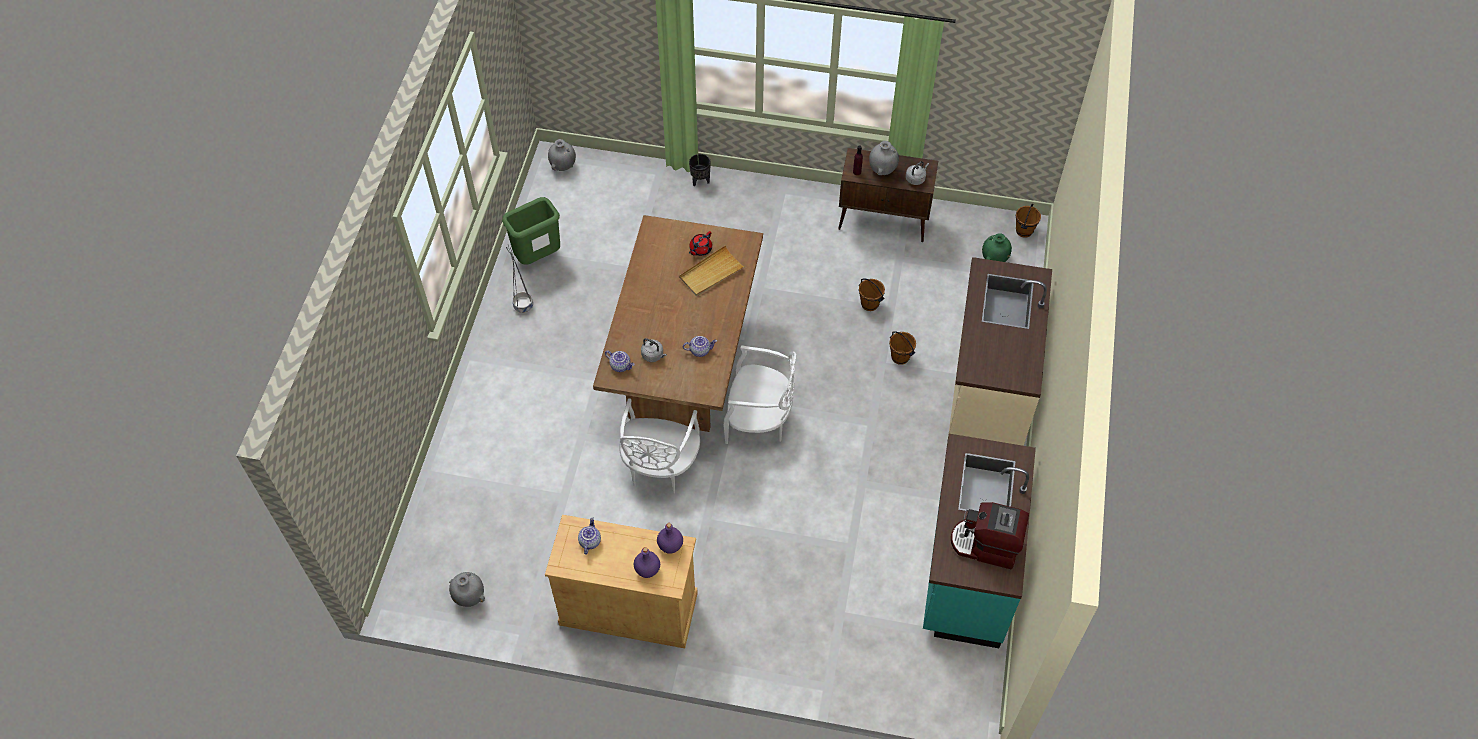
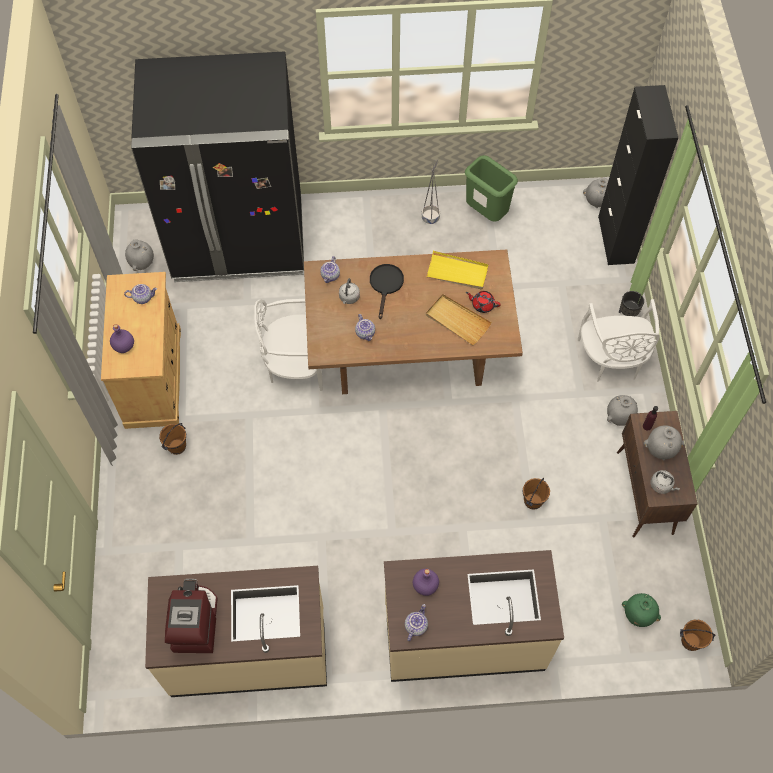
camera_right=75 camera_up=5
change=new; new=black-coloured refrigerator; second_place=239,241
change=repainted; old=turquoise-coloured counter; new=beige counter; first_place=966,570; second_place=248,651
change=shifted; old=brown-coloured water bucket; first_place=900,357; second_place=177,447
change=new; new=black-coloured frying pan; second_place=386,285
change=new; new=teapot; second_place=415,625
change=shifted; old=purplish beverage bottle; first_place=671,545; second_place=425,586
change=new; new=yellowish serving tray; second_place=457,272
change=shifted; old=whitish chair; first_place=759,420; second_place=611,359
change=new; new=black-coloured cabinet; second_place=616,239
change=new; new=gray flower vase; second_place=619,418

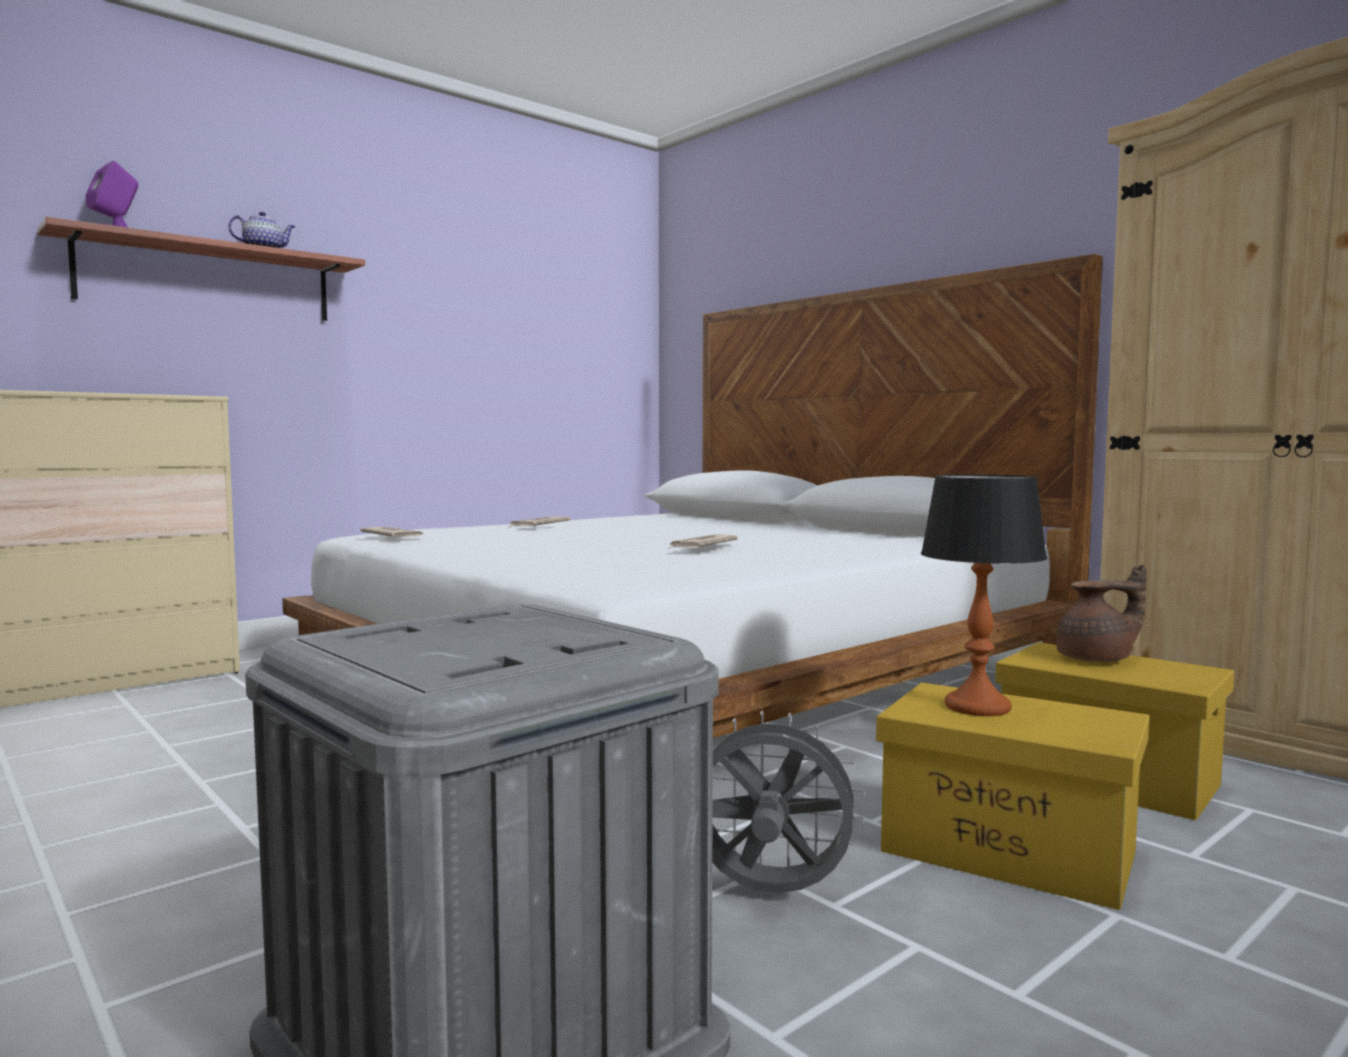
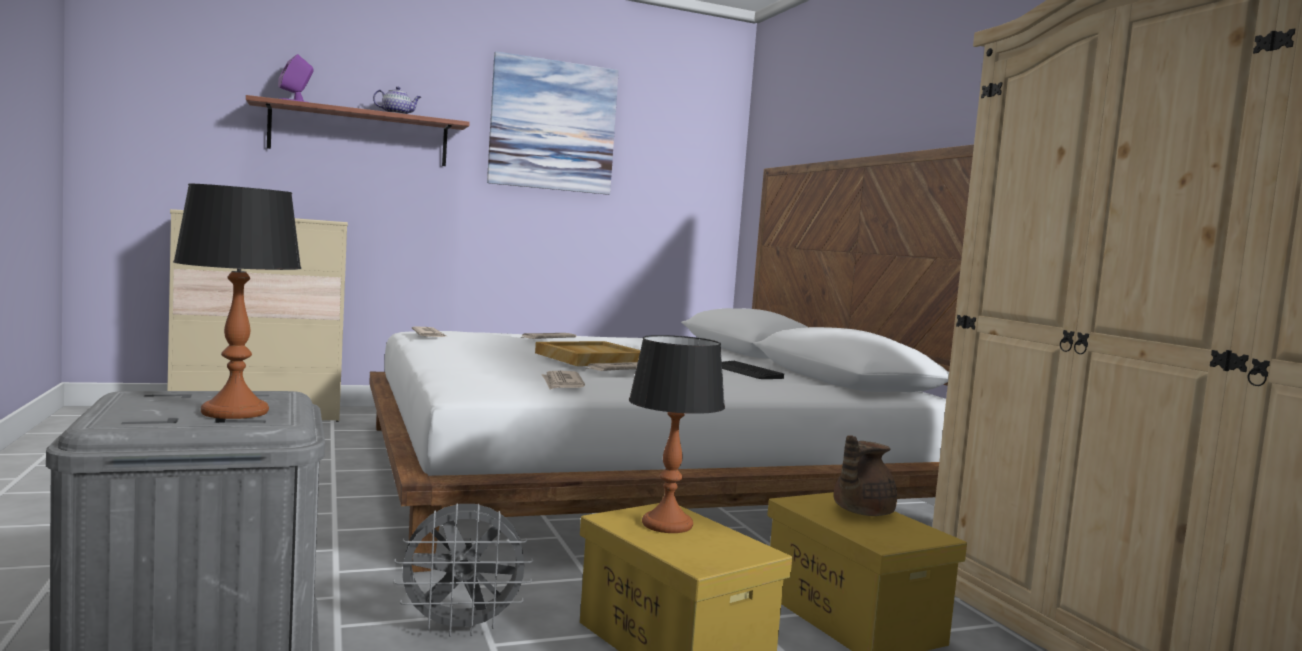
camera_right=20 camera_up=0
change=new; new=lamp for a table; second_place=234,412
change=rotated; old=gray cooling fan; first_place=770,894; second_place=461,628; degrees=135
change=new; new=picture; second_place=553,125
change=new; new=beige serving tray; second_place=590,358
change=new; new=newspaper; second_place=562,383
change=new; new=computer keyboard; second_place=746,372
change=rotated; old=brown-coloured teapot; first_place=1098,659; second_place=860,512; degrees=120

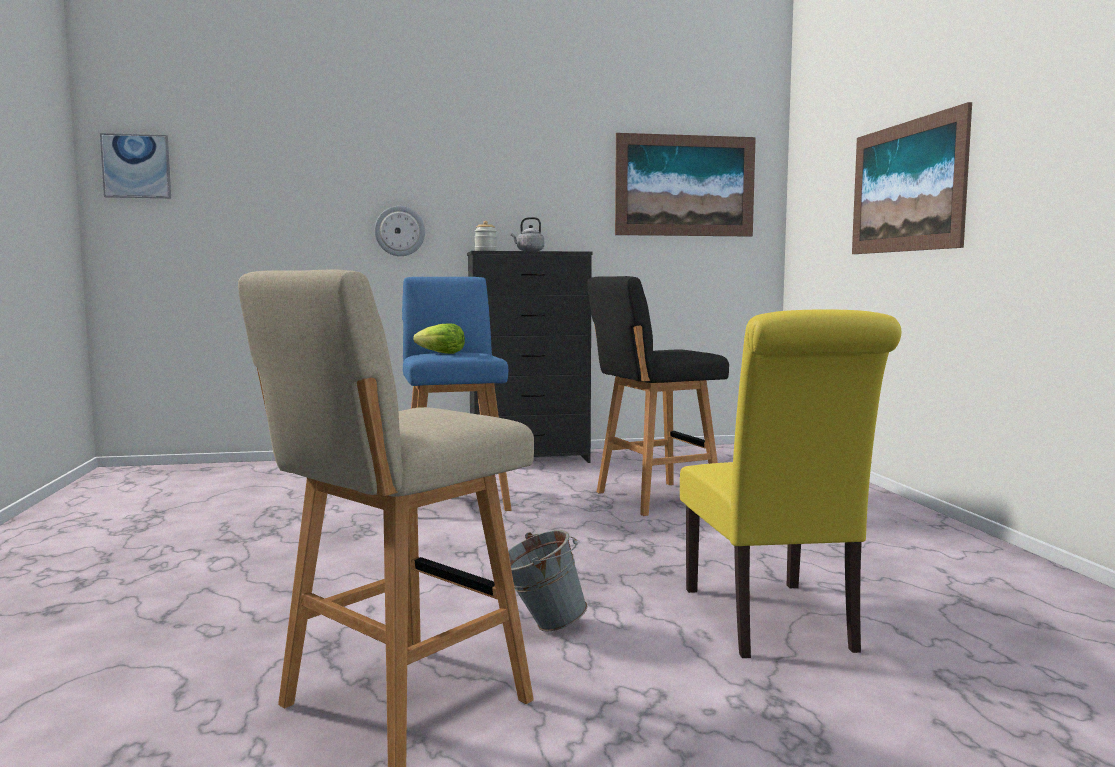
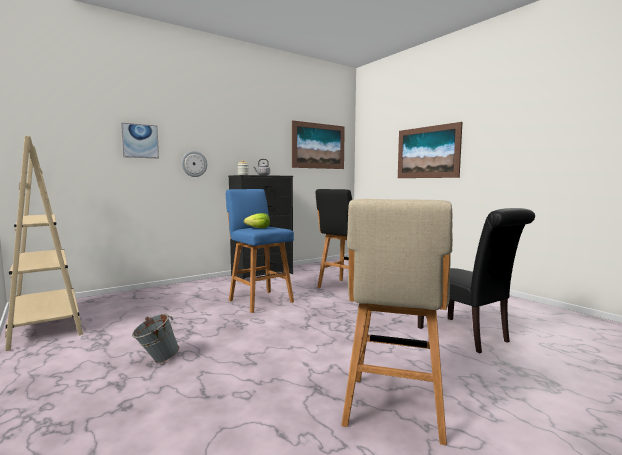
camera_right=-25 camera_up=0
change=new; new=beige bookcase; second_place=46,323
change=shifted; old=picture; first_place=136,166; second_place=140,141
change=shifted; old=gray water bucket; first_place=541,626; second_place=156,361
change=repainted; old=yellowish chair; new=black-coloured chair; first_place=773,623; second_place=467,336

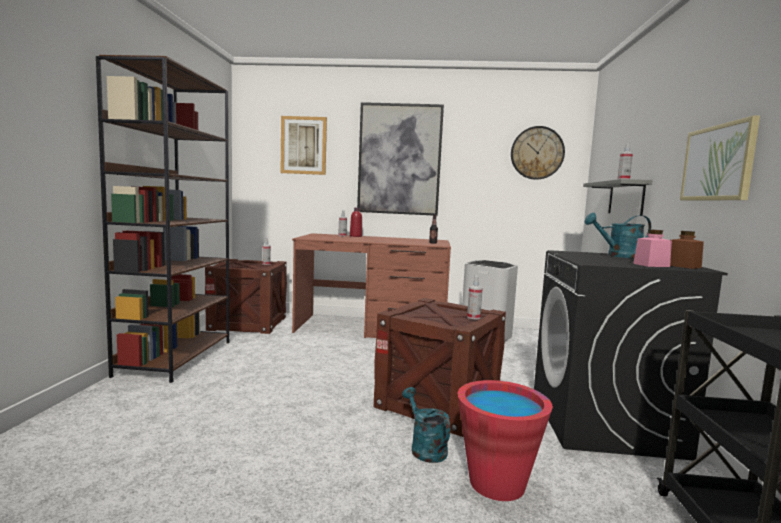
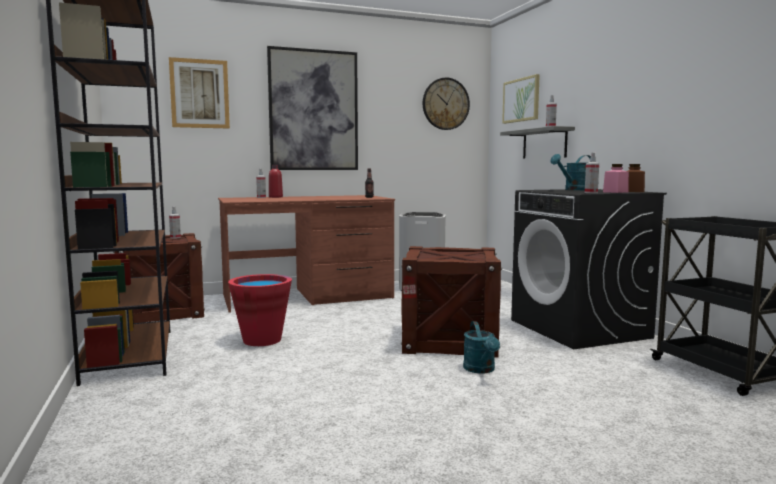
camera_right=-25 camera_up=0
change=shifted; old=reddish water bucket; first_place=497,483; second_place=262,340
change=rotated; old=turquoise-coloured watering pot; first_place=425,448; second_place=481,370; degrees=-135
change=shifted; old=picture; first_place=718,163; second_place=521,100
change=shifted; old=sprayer; first_place=473,317; second_place=591,193

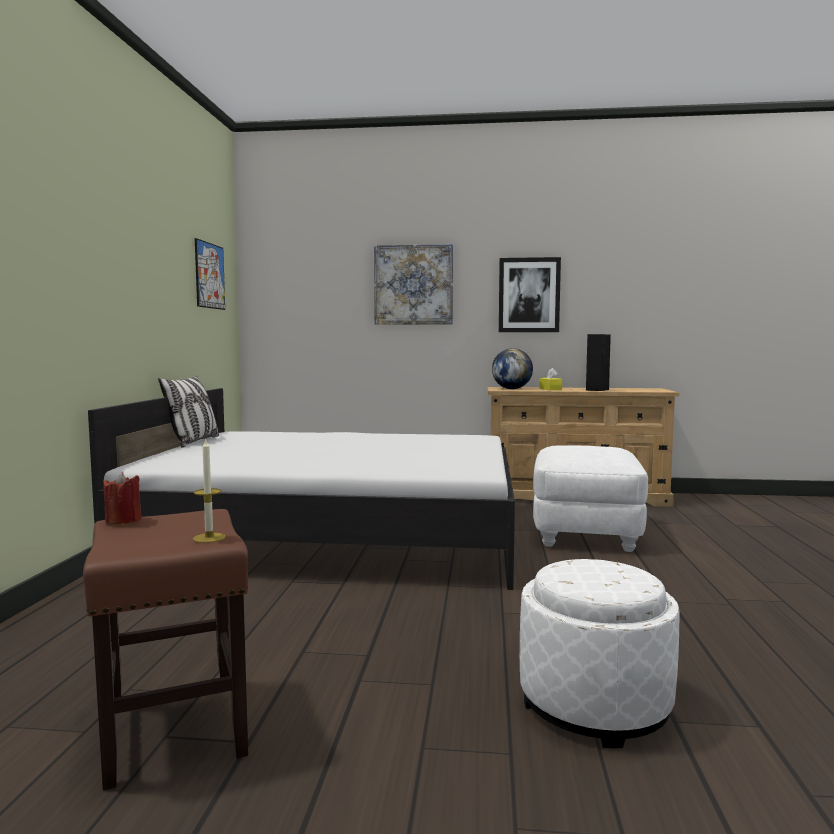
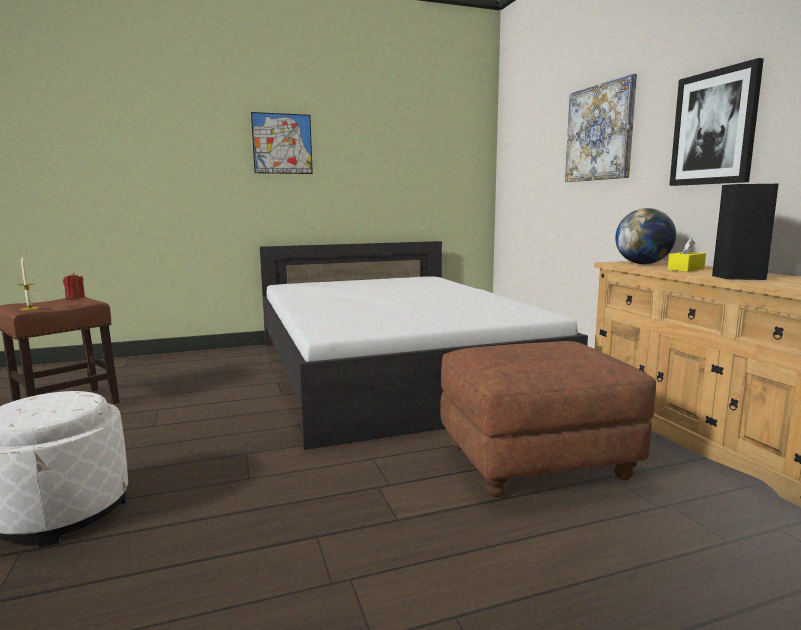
camera_right=65 camera_up=5
change=shifted; old=picture; first_place=209,275; second_place=282,143
change=repainted; old=whitish pouffe; new=brown-coloured pouffe; first_place=585,533; second_place=536,461
change=gone; old=cushion; first_place=193,442

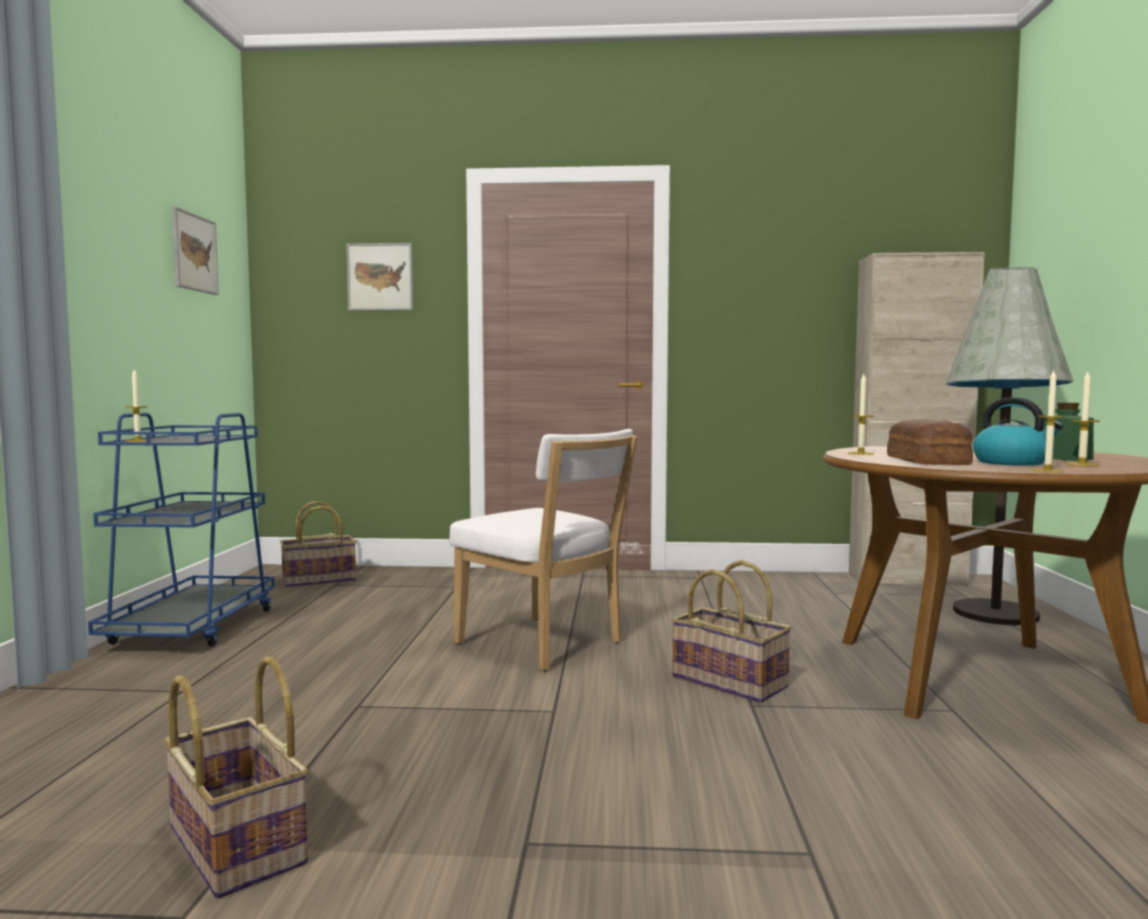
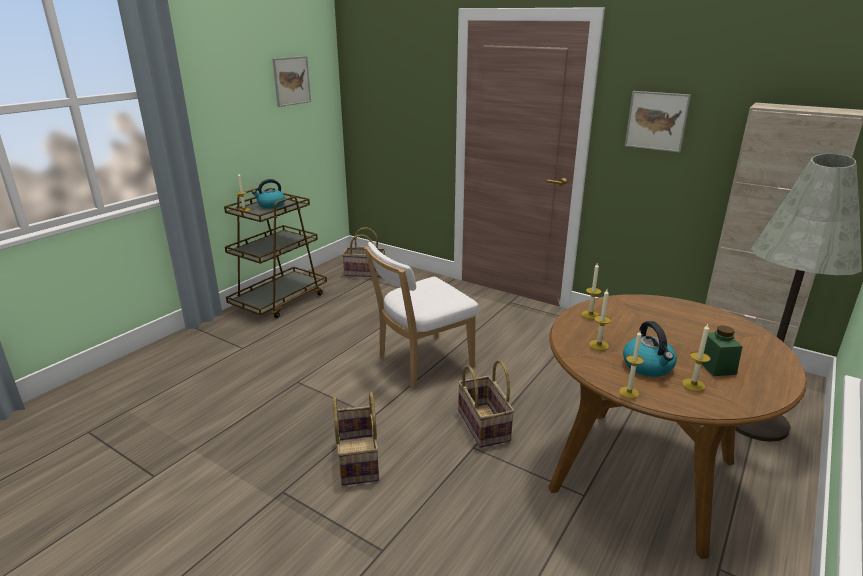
camera_right=30 camera_up=20
change=repainted; old=blue-coloured wheeled cart; new=brown-coloured wheeled cart; first_place=193,627; second_place=280,300
change=new; new=kettle; second_place=271,205
change=shifted; old=storage basket; first_place=233,845; second_place=356,460
change=rotated; old=whitish chair; first_place=545,645; second_place=421,362; degrees=75
change=swapped; old=baked bread; new=wax candle; first_place=928,461; second_place=598,345
change=shifted; old=picture; first_place=380,277; second_place=656,121

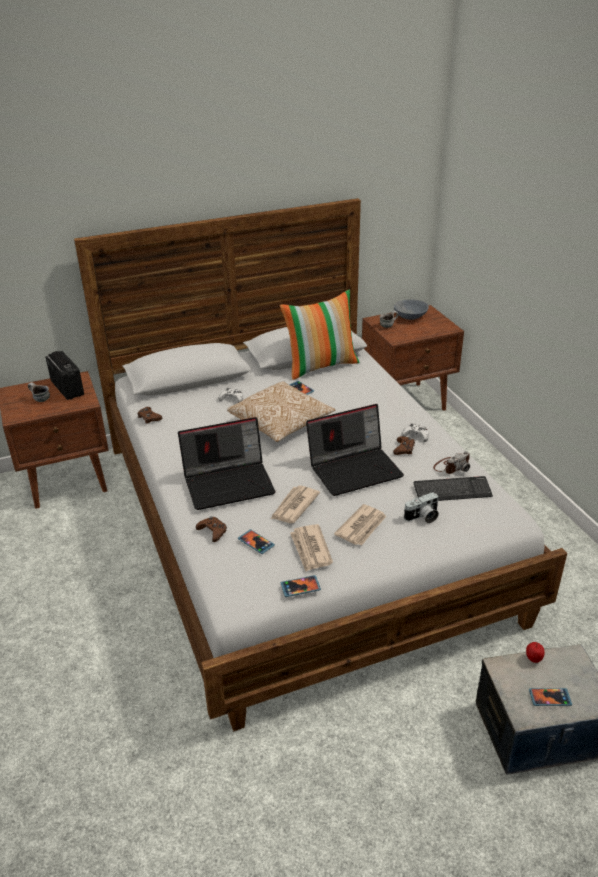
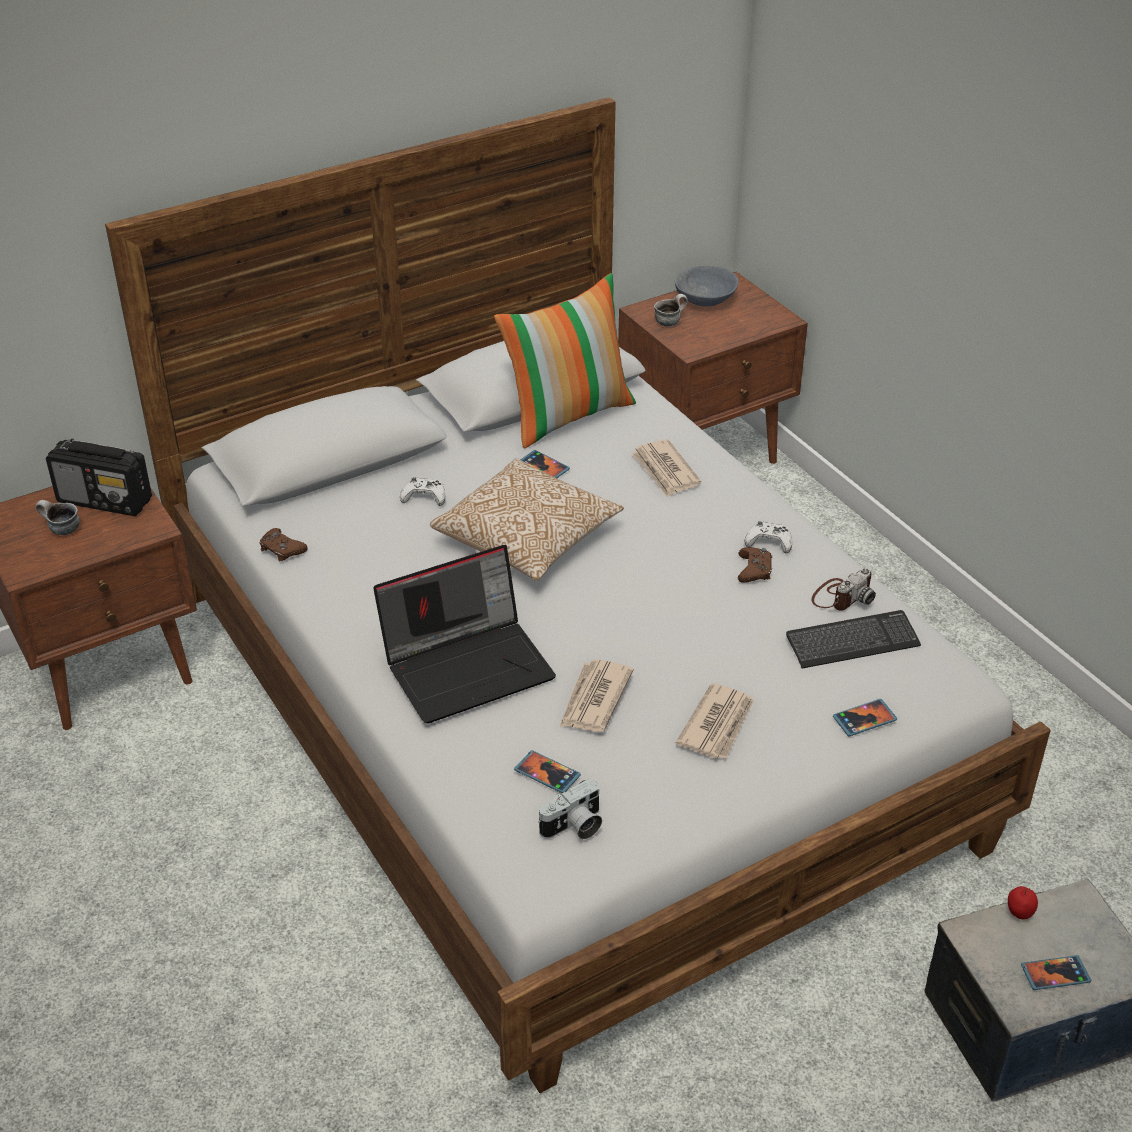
camera_right=-10 camera_up=5
change=rotated; old=radio receiver; first_place=67,388; second_place=105,501; degrees=150
change=shifted; old=photo camera; first_place=423,517; second_place=574,827
change=shifted; old=newspaper; first_place=310,549; second_place=665,471
change=shifted; old=handset; first_place=300,587; second_place=864,719
change=gone; old=brown-coloured joypad; first_place=213,531
change=gone; old=notebook computer; first_place=355,469

